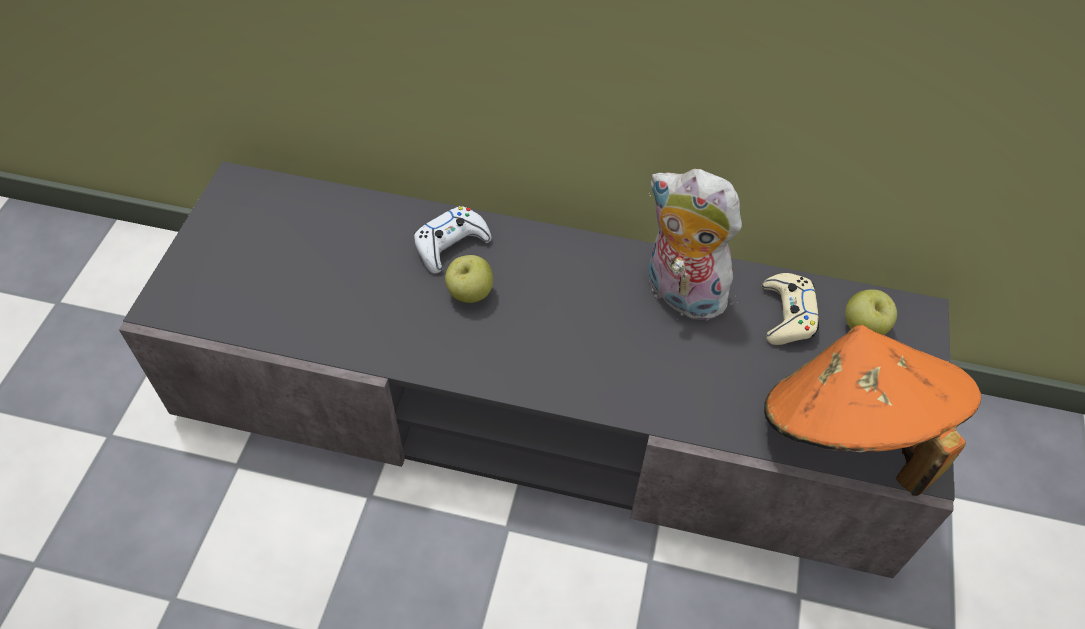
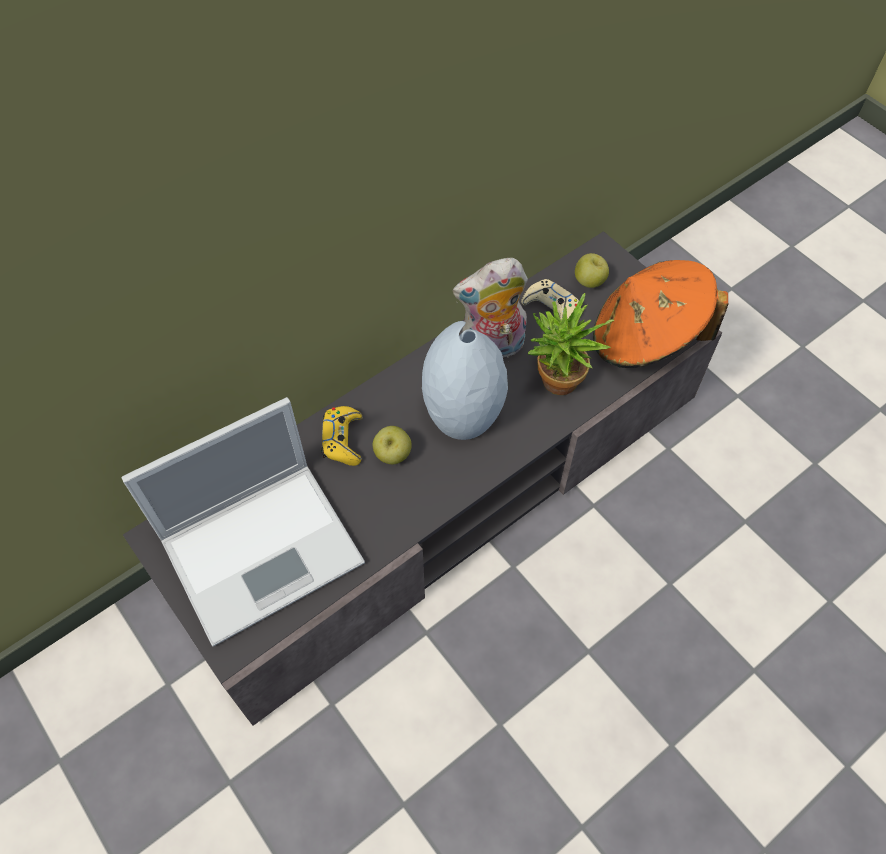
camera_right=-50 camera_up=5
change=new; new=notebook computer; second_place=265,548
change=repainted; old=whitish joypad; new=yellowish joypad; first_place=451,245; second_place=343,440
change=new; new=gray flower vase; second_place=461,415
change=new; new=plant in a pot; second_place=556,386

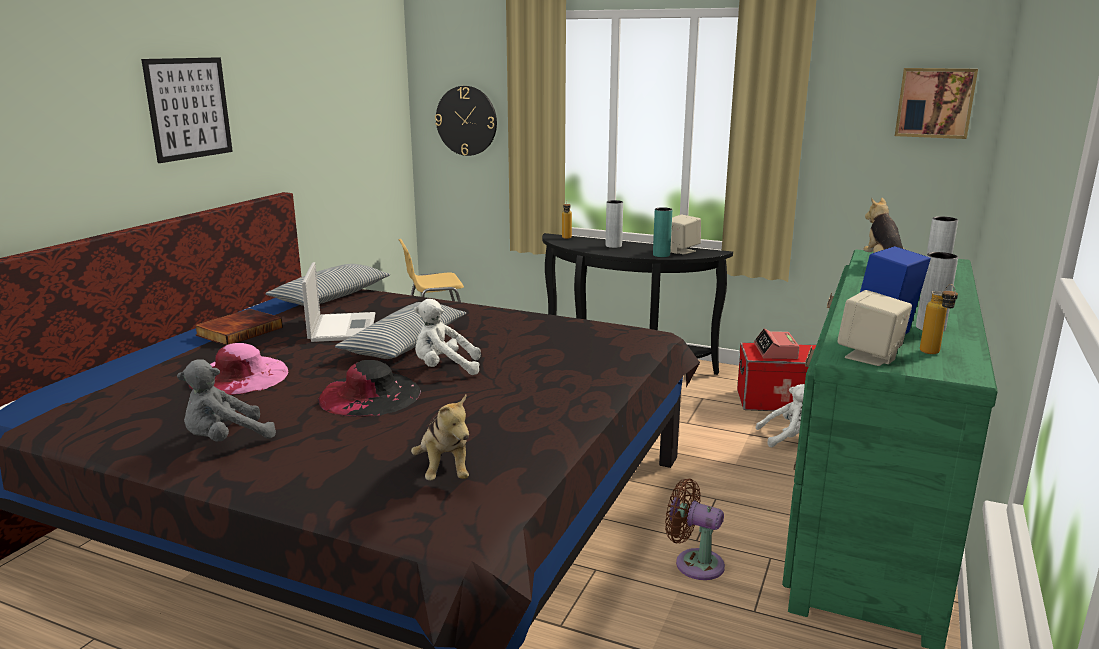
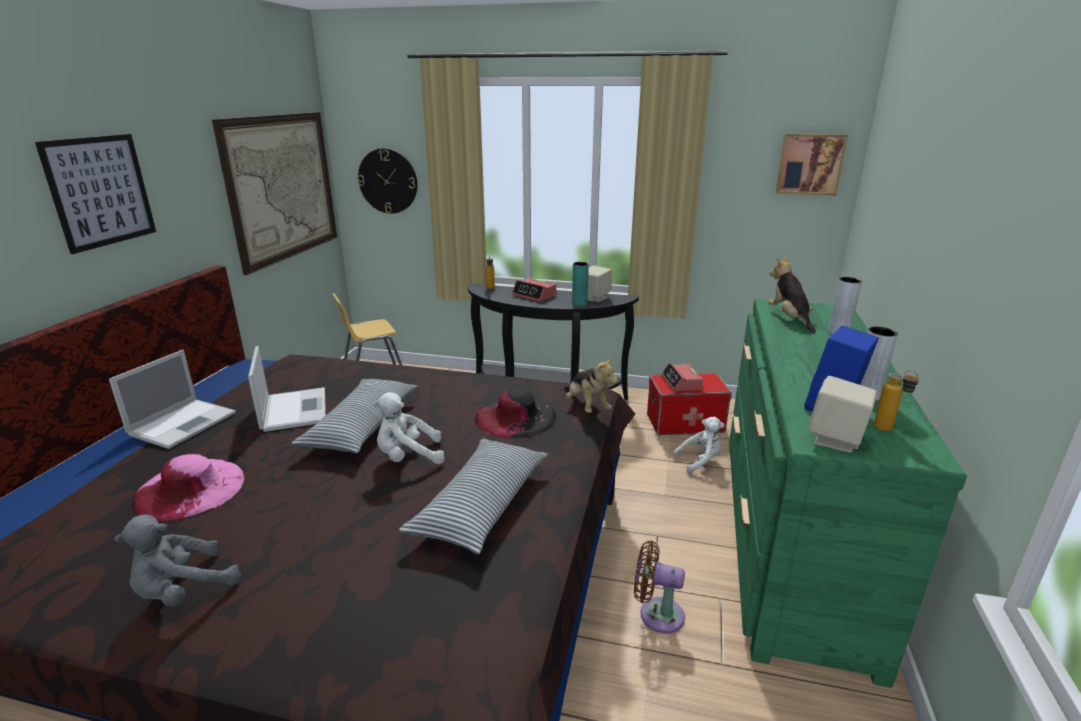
camera_right=-10 camera_up=5
change=swapped; old=book; new=notebook computer; first_place=239,331; second_place=184,423
change=new; new=picture; second_place=283,187
change=shifted; old=cushion; first_place=331,296; second_place=481,505
change=shifted; old=black-coloured clothing hat; first_place=370,395; second_place=515,417
change=swapped; old=gray flower vase; new=alarm clock; first_place=613,246; second_place=534,295
change=shifted; old=plush toy; first_place=445,470; second_place=587,406

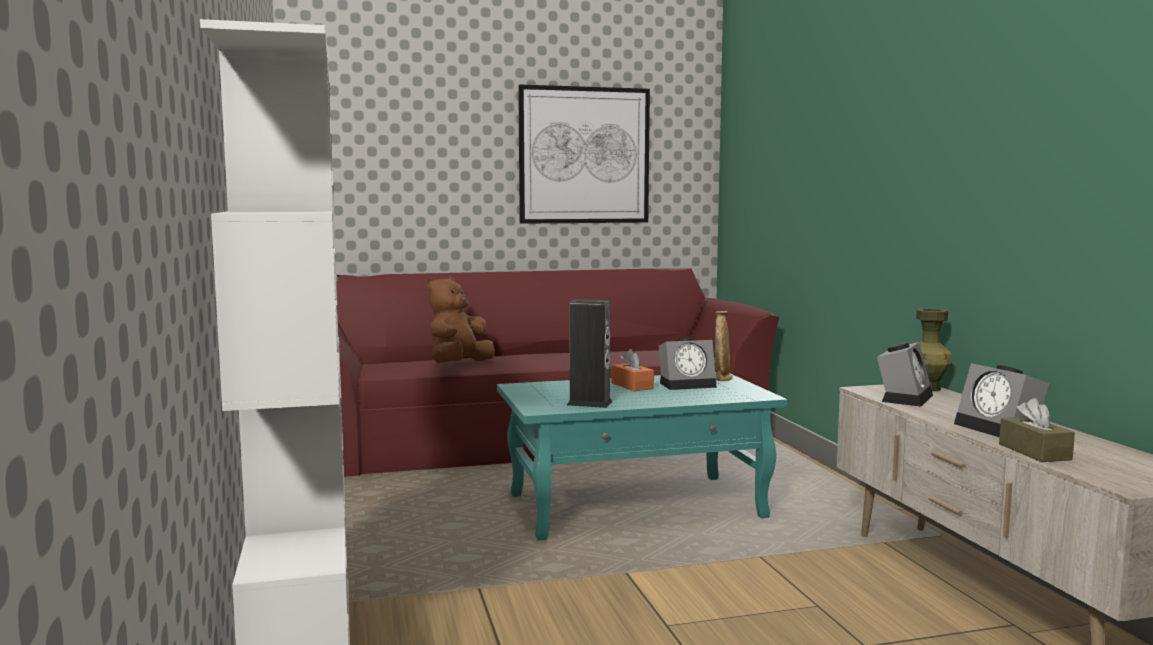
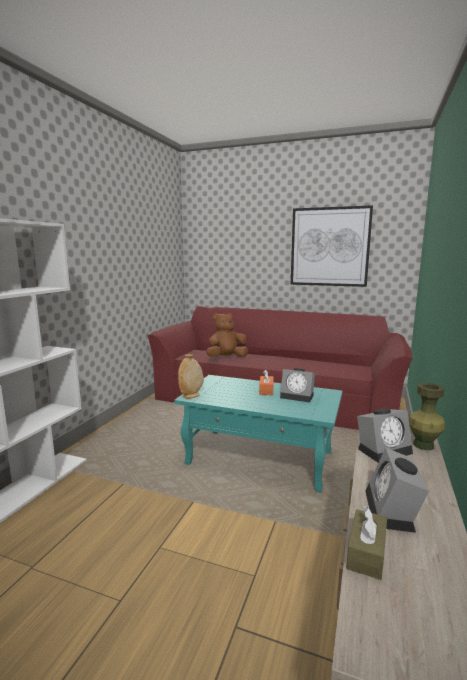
camera_right=35 camera_up=5
change=shifted; old=beige flower vase; first_place=722,378; second_place=191,396
change=gone; old=loudspeaker; first_place=589,403

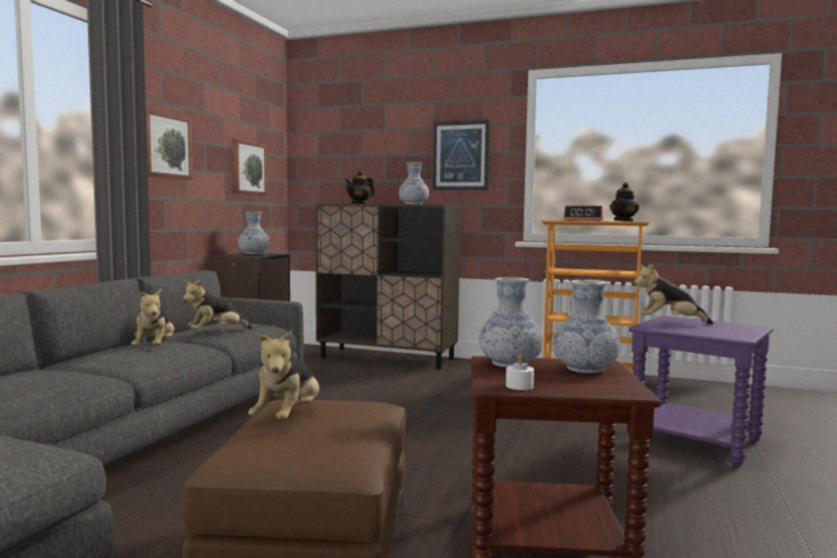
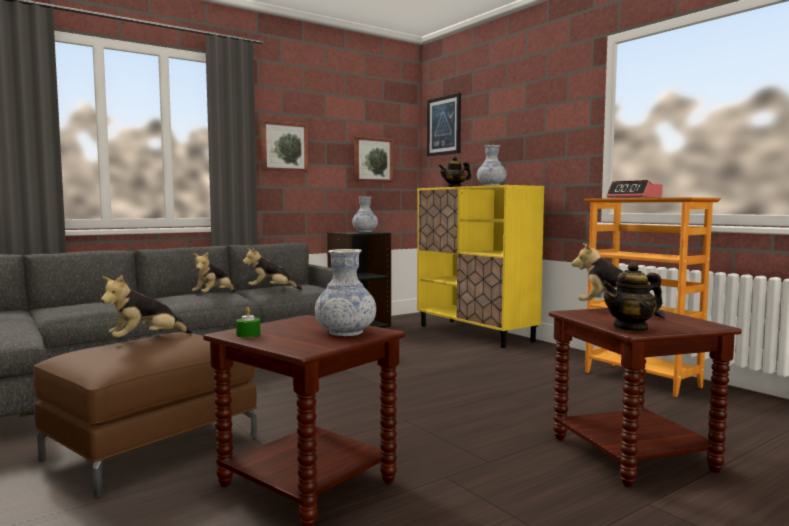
camera_right=35 camera_up=0
change=repainted; old=whitish wax candle; new=greenish wax candle; first_place=519,386; second_place=248,335
change=repainted; old=brown-coloured cabinet; new=yellowish cabinet; first_place=387,358; second_place=475,333
change=shifted; old=picture; first_place=461,155; second_place=444,126
change=repainted; old=purplish end table; new=brown-coloured end table; first_place=696,441; second_place=634,454
change=shifted; old=teapot; first_place=624,221; second_place=631,328
change=gone; old=flower vase; first_place=509,364

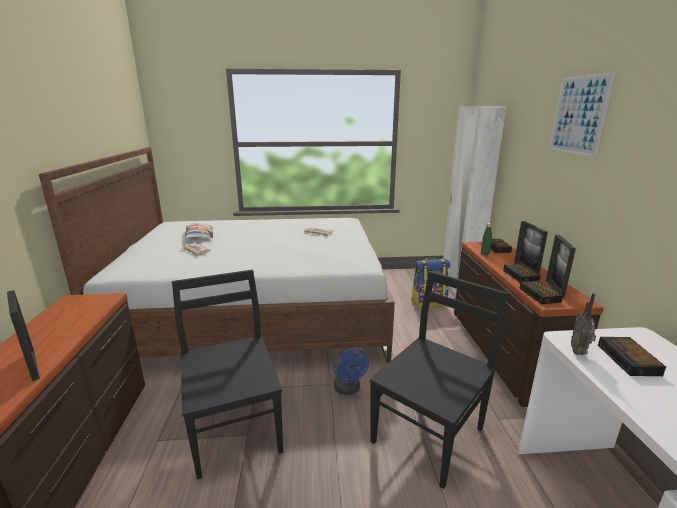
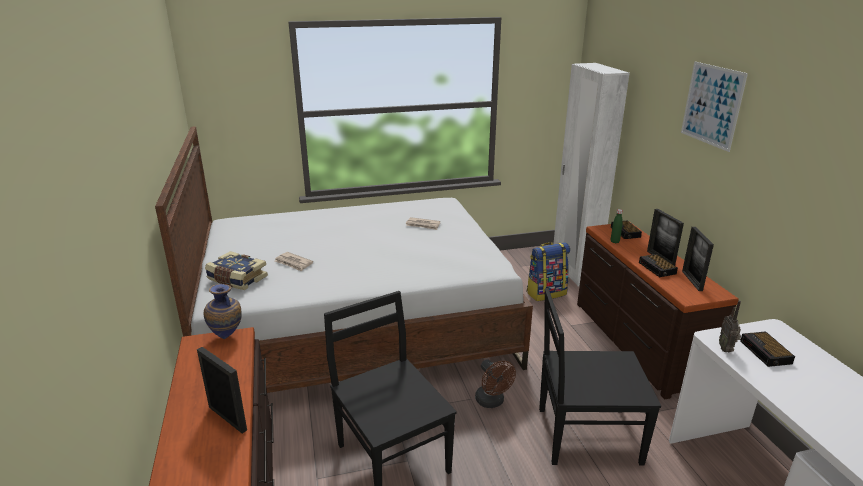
camera_right=-10 camera_up=5
change=new; new=flower vase; second_place=227,336
change=new; new=book; second_place=236,279
change=repainted; old=blue-coloured cooling fan; new=brown-coloured cooling fan; first_place=348,389; second_place=492,402
change=rotated; old=black-coloured chair; first_place=429,433; second_place=585,435; degrees=-120
change=gone; old=cushion; first_place=199,235
change=gone; old=alarm clock; first_place=540,295

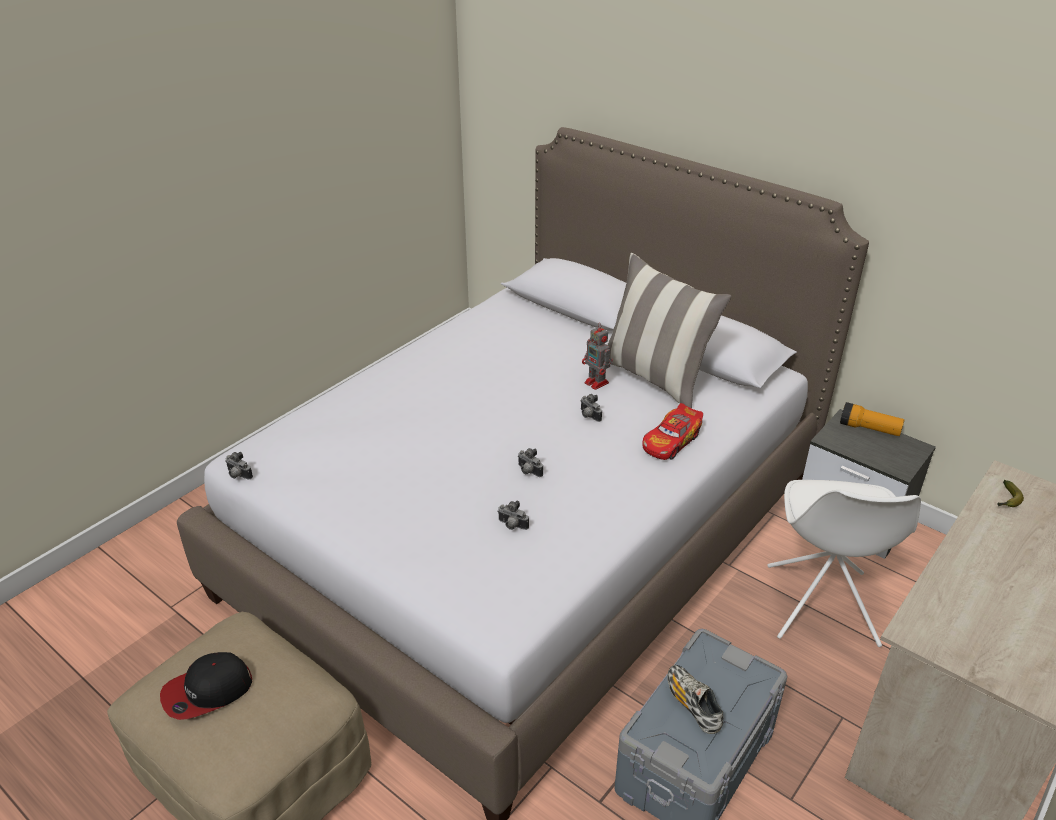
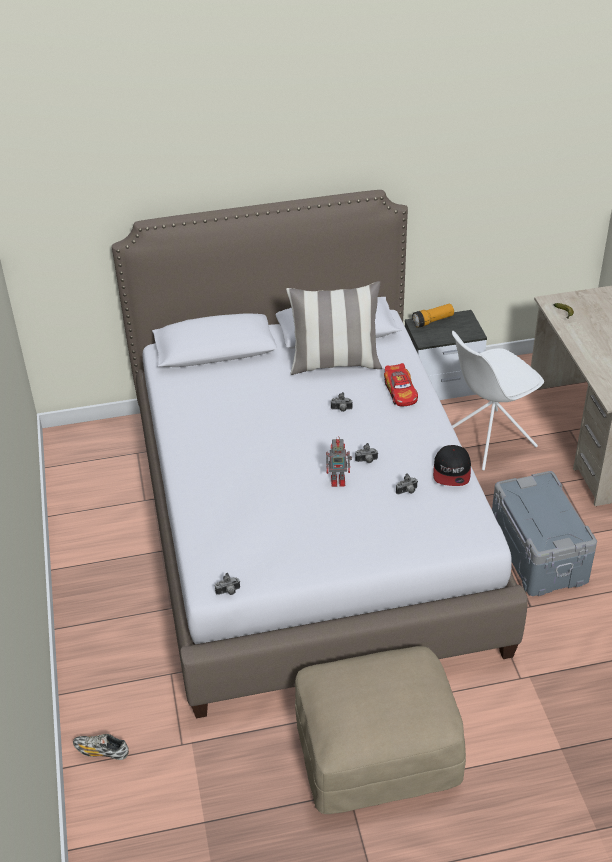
camera_right=-50 camera_up=5
change=shifted; old=low shoe; first_place=692,705; second_place=101,751
change=shifted; old=robot figure; first_place=597,383; second_place=339,480
change=shifted; old=peaked cap; first_place=207,691; second_place=452,471
change=rotated; old=whitish chair; first_place=821,607; second_place=488,440; degrees=105

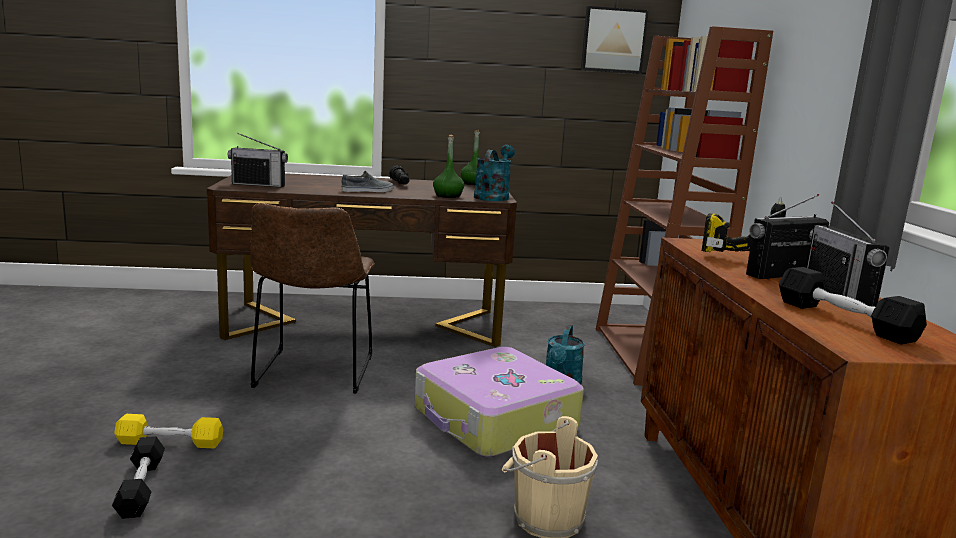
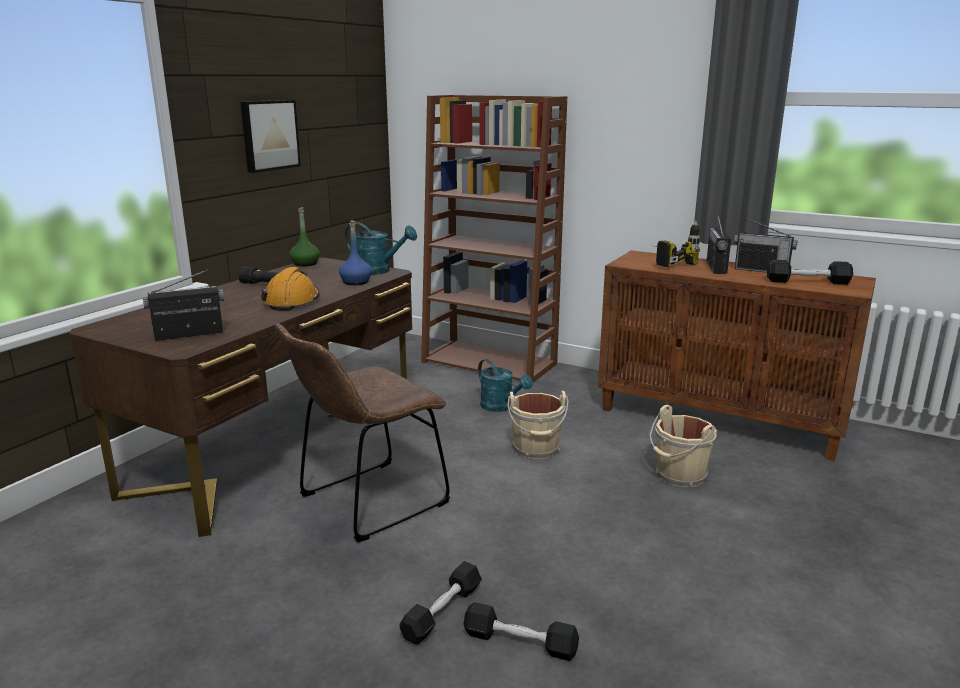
camera_right=-55 camera_up=5
change=rotated; old=radio receiver; first_place=258,185; second_place=189,335; degrees=-150
change=shifted; old=picture; first_place=613,40; second_place=269,135
change=swapped; old=gray low shoe; new=orange work helmet; first_place=368,191; second_place=292,301
change=rotated; old=brown-coloured chair; first_place=313,374; second_place=367,503; degrees=105
change=repainted; old=greenish beverage bottle; new=blue-coloured beverage bottle; first_place=448,196; second_place=356,282
change=rotated; old=turquoise-coloured watering pot; first_place=493,196; second_place=378,271; degrees=150
change=repainted; old=yellowish dumbbell; new=black-coloured dumbbell; first_place=170,442; second_place=442,612
change=swapped; old=travel case; new=beige water bucket; first_place=494,420; second_place=536,450

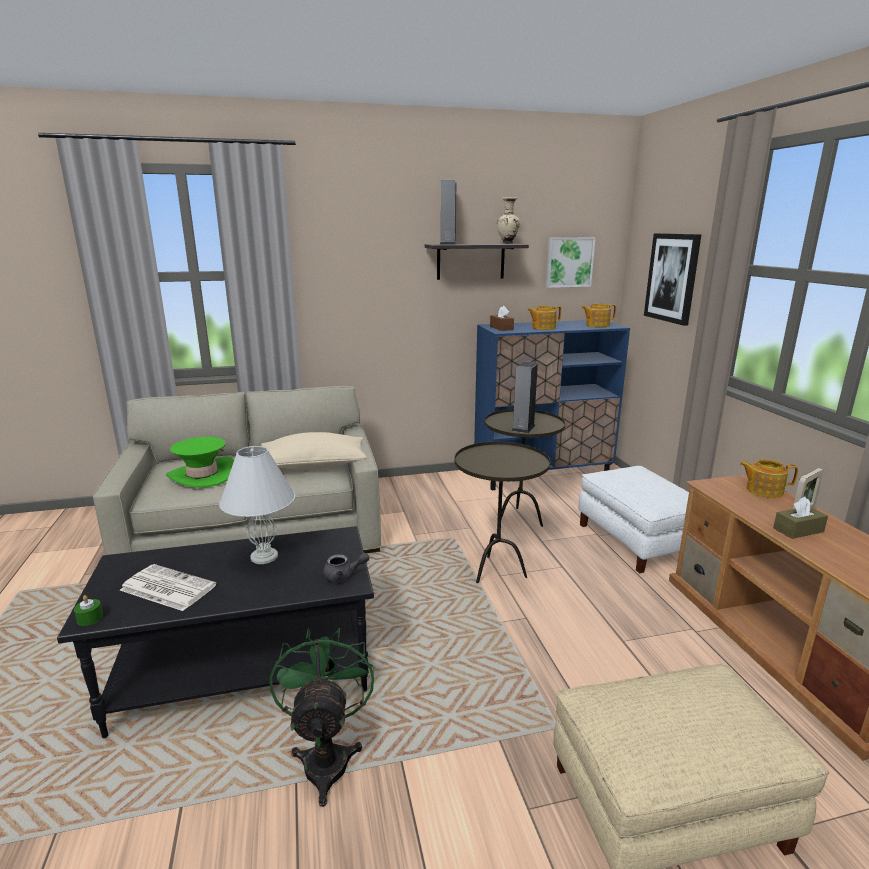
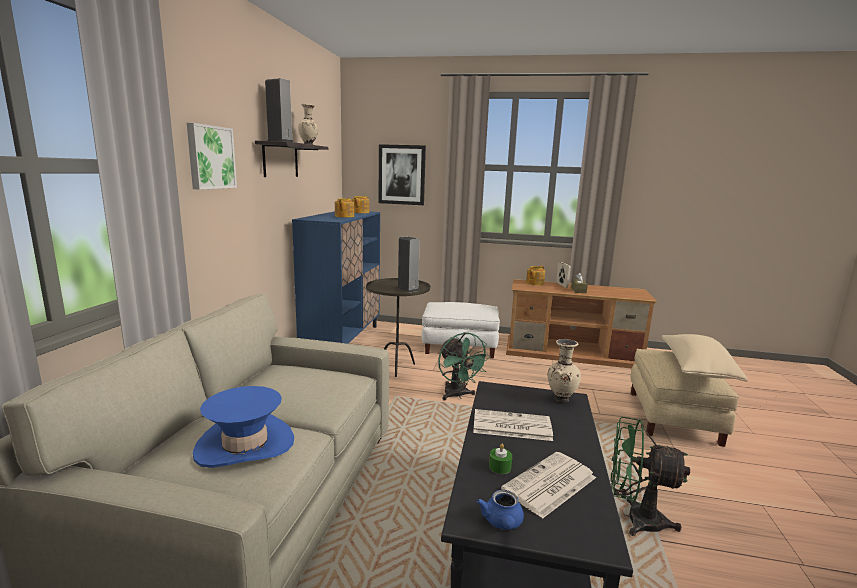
camera_right=-65 camera_up=-5
change=shifted; old=picture; first_place=569,262; second_place=210,157
change=repainted; old=greenish clothing hat; new=blue-coloured clothing hat; first_place=202,475; second_place=245,445
change=swapped; old=brown-coloured end table; new=greenish cooling fan; first_place=497,572; second_place=457,395
change=swapped; old=whitish lamp for a table; new=newspaper; first_place=264,556; second_place=510,426
change=new; new=blue-coloured teapot; second_place=502,523
change=shifted; old=greenish wax candle; first_place=90,618; second_place=500,467
change=swapped; old=gray teapot; new=beige flower vase; first_place=343,576; second_place=560,399
change=shifted; old=beige cushion; first_place=313,466; second_place=697,369
change=gone; old=brown-coloured tissue holder; first_place=501,328

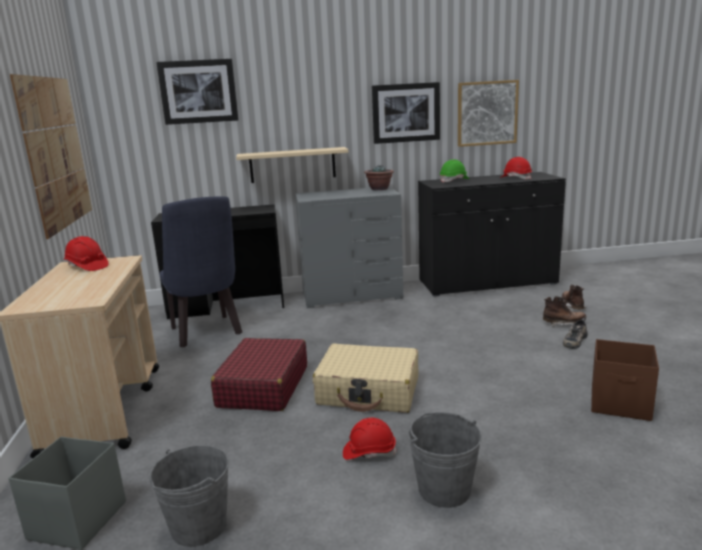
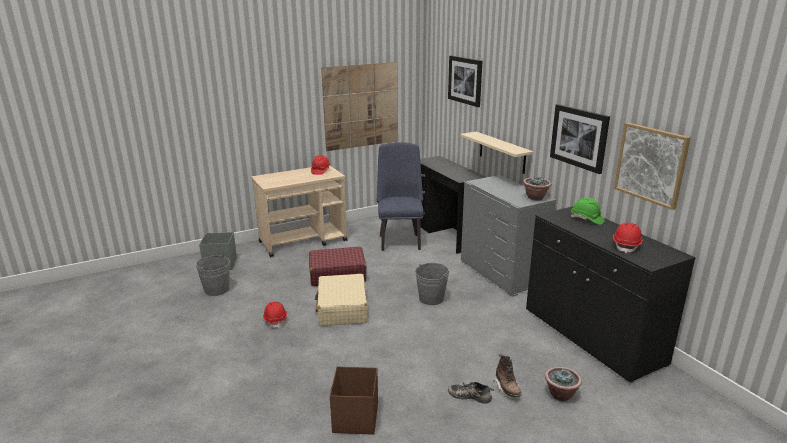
camera_right=70 camera_up=5
change=rotated; old=blue-coloured chair; first_place=207,333; second_place=400,240; degrees=135
change=shifted; old=gray water bucket; first_place=444,489; second_place=431,298
change=swapped; old=brown-coloured boot; new=plant in a pot; first_place=572,307; second_place=560,394

